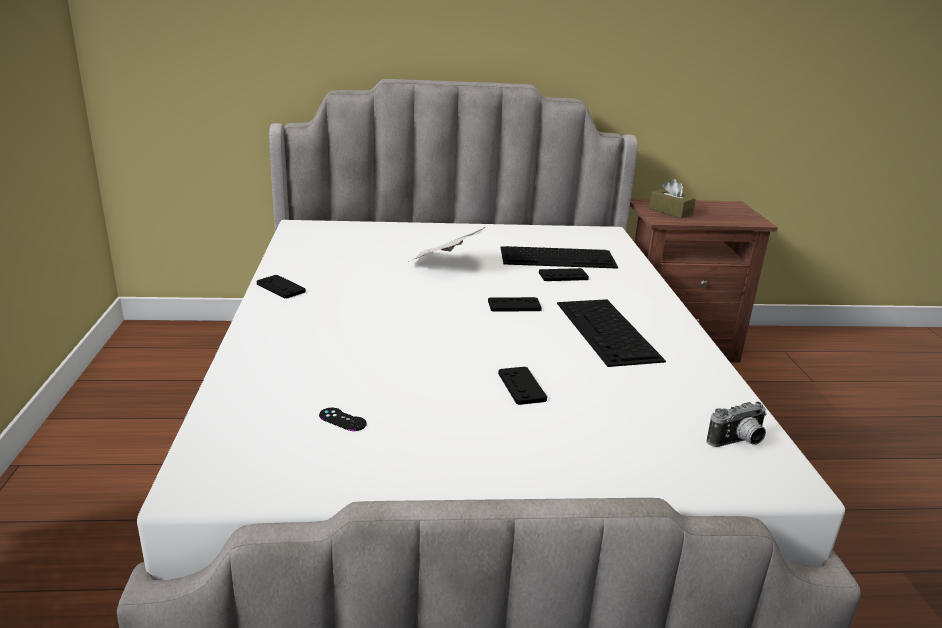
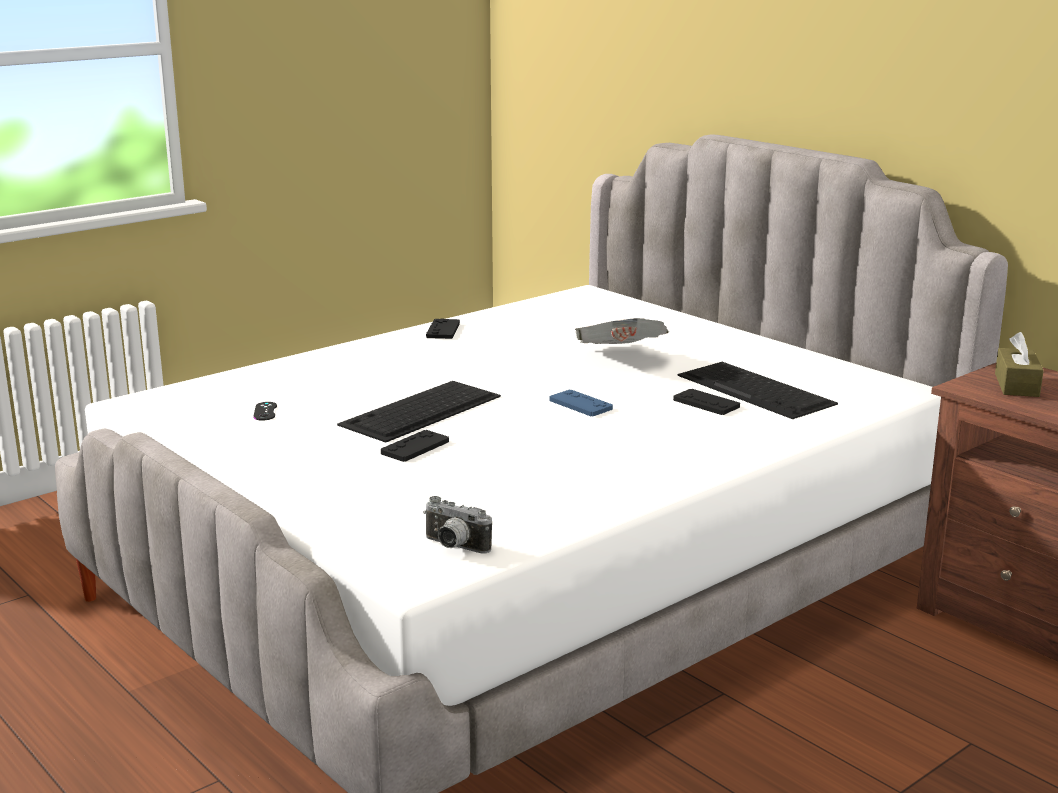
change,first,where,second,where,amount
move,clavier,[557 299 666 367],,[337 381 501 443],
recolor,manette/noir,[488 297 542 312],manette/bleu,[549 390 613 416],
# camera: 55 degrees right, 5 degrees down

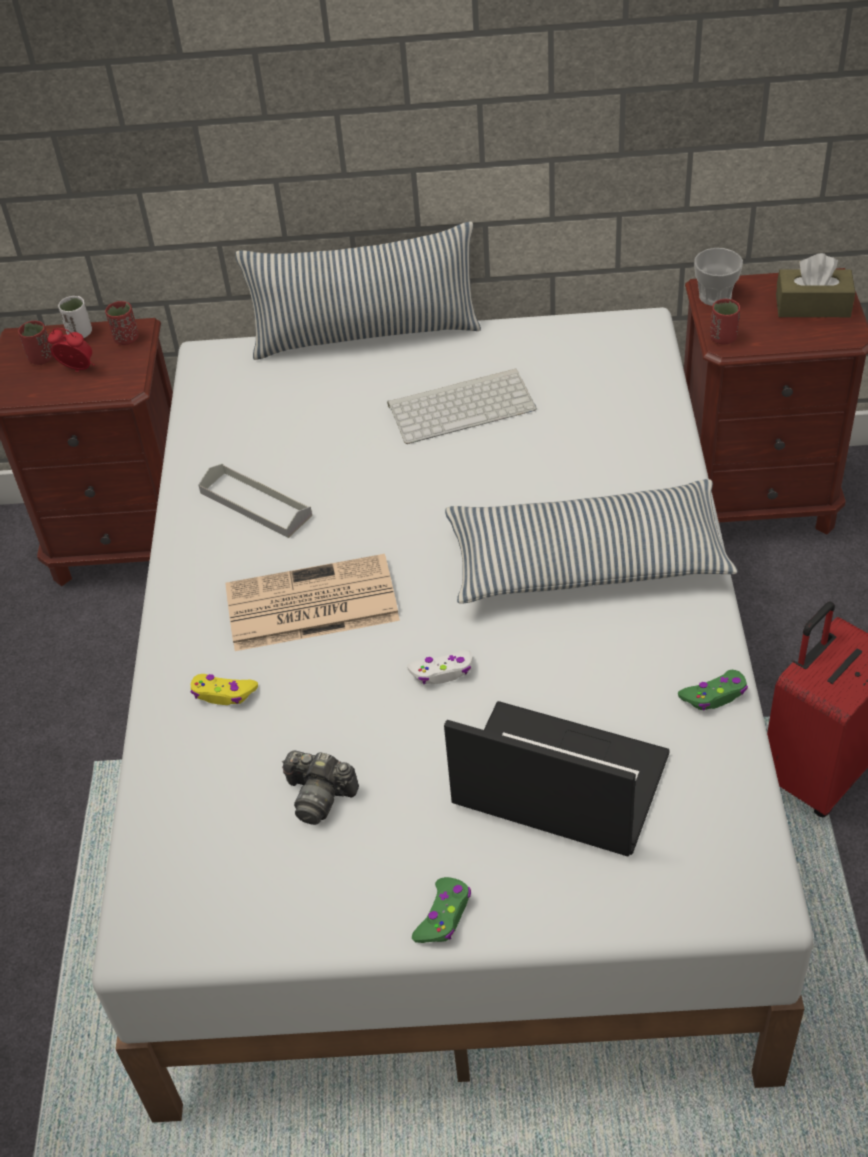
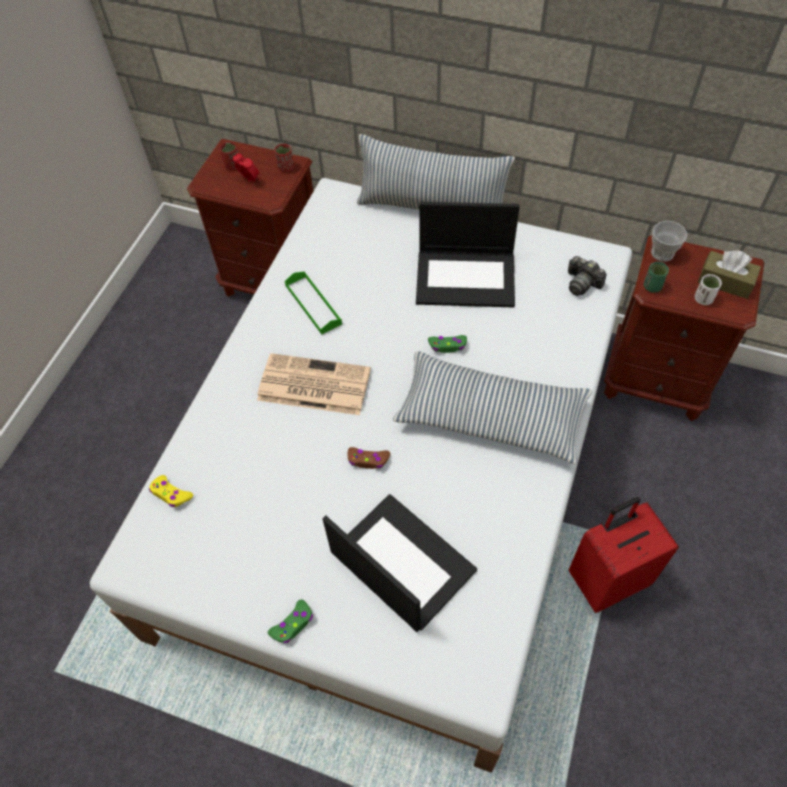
change,first,where,second,where,amount
move,manette/jaune,[191 674 258 705],,[149 475 193 507],
recolor,plateau/gris,[198 464 312 538],plateau/vert,[285 271 342 335],
recolor,manette/blanc,[407 650 473 684],manette/marron,[348 447 390 469],
replace,clavier,[387 368 537 444],ordinateur portable,[416 202 520 308],
move,manette/vert,[678 670 748 711],,[428 335 467 353],
move,appareil photo,[282 751 359 825],,[568 256 607 296],
recolor,tasse/rouge,[710 299 740 345],tasse/vert,[644 262 669 292],
move,tasse/blanc,[58 296 92 338],,[695 274 722 305],
# camera: 20 degrees right, 10 degrees up

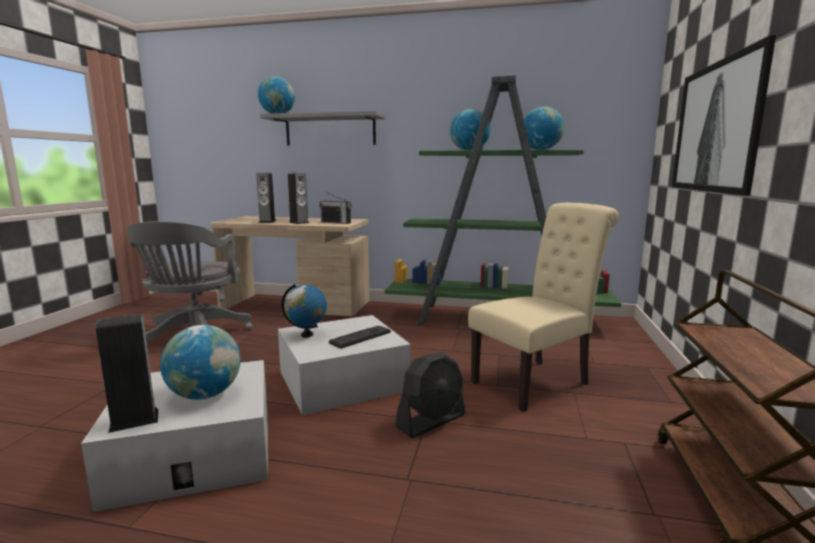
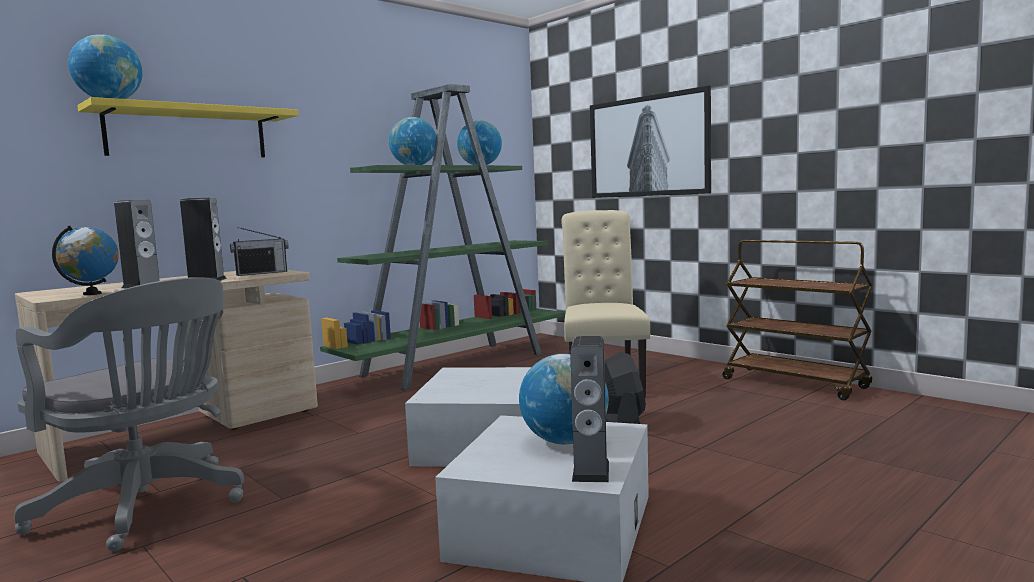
change,first,where,second,where,amount
move,globe,[282 284 327 338],,[52 226 119 295],
recolor,étagère/gris,[260 111 386 146],étagère/jaune,[77 97 298 157],
delete,clavier,[329 326 391 349],,,
# camera: 55 degrees left, 5 degrees down

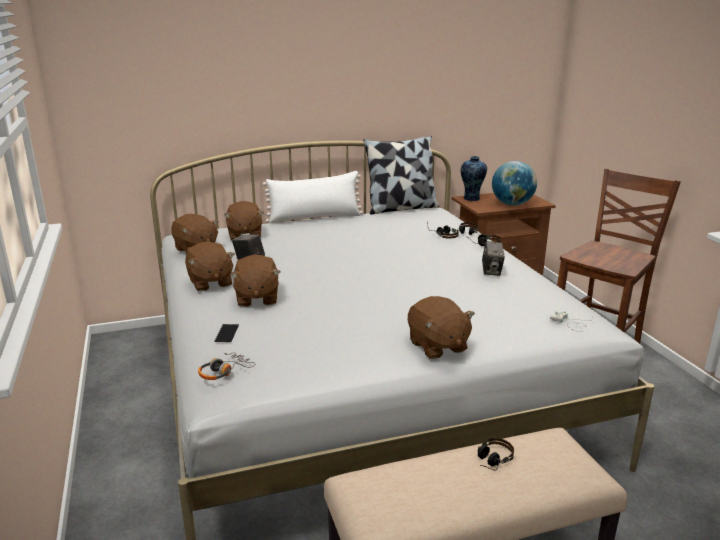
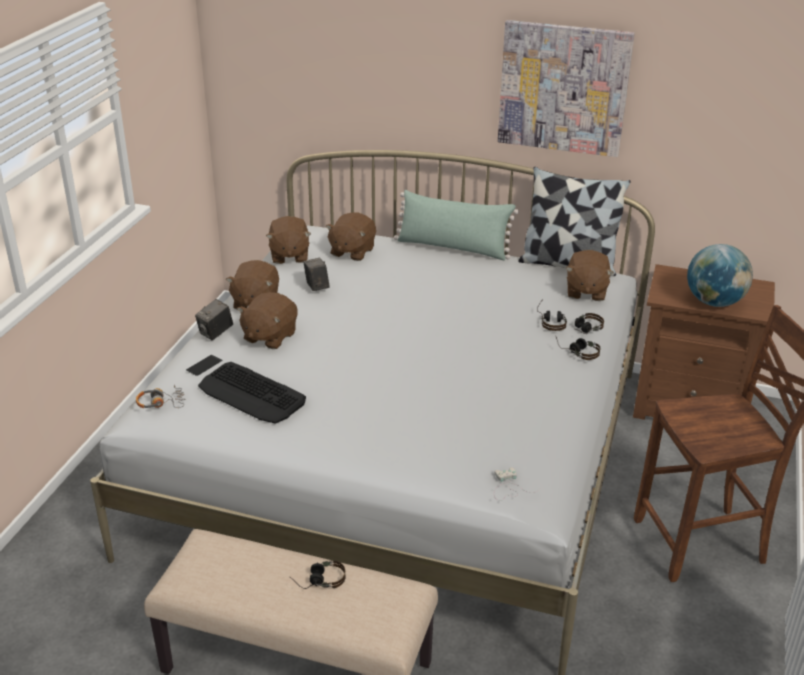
change,first,where,second,where,amount
move,appareil photo,[482 241 505 276],,[195 299 233 340],
insert,,,clavier,[198 362 306 424],
recolor,coussin/blanc,[262 171 363 223],coussin/vert,[394 190 519 260],
insert,,,tableau,[498 20 635 157],
move,peluche/marron,[408 296 475 359],,[566 250 614 301],
delete,vase,[461 156 487 201],,,
# camera: 35 degrees right, 10 degrees up

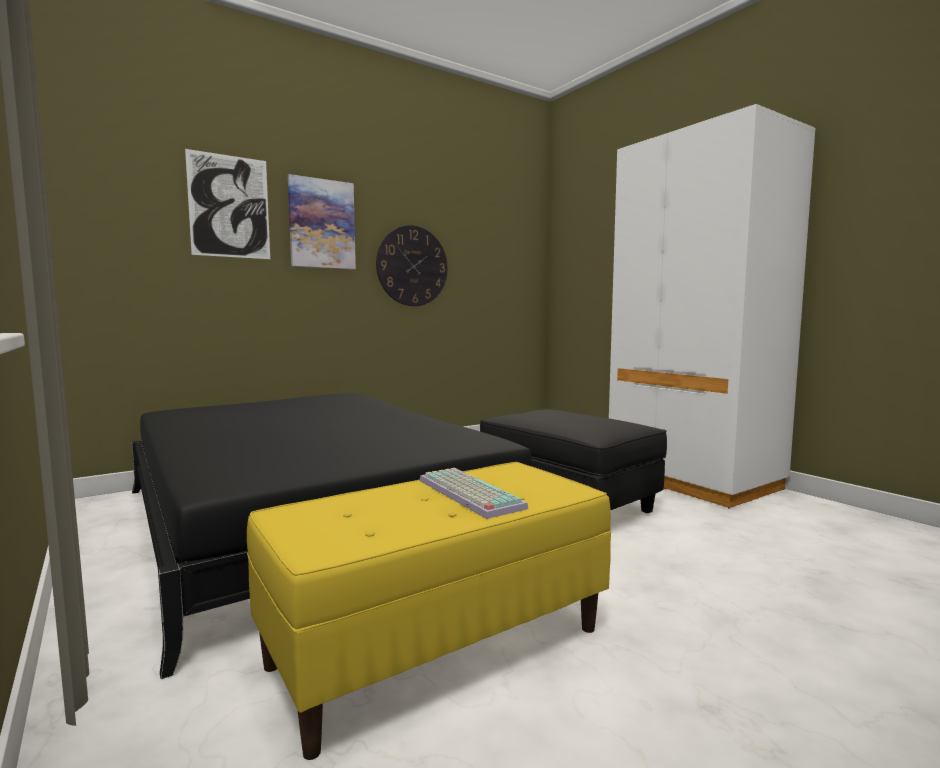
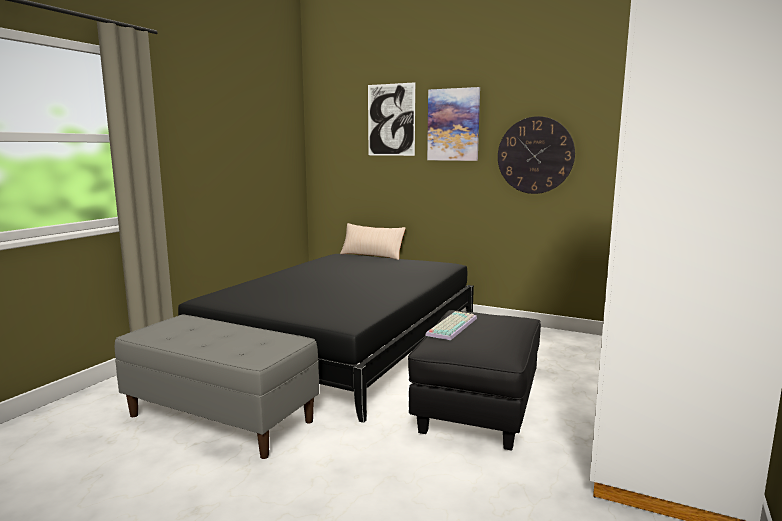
change,first,where,second,where,amount
recolor,banc/jaune,[247 462 611 760],banc/gris,[115 314 319 459],
insert,,,coussin/beige,[340 223 406 260],
move,clavier,[419 468 528 519],,[425 311 477 340],
# camera: 60 degrees right, 5 degrees up

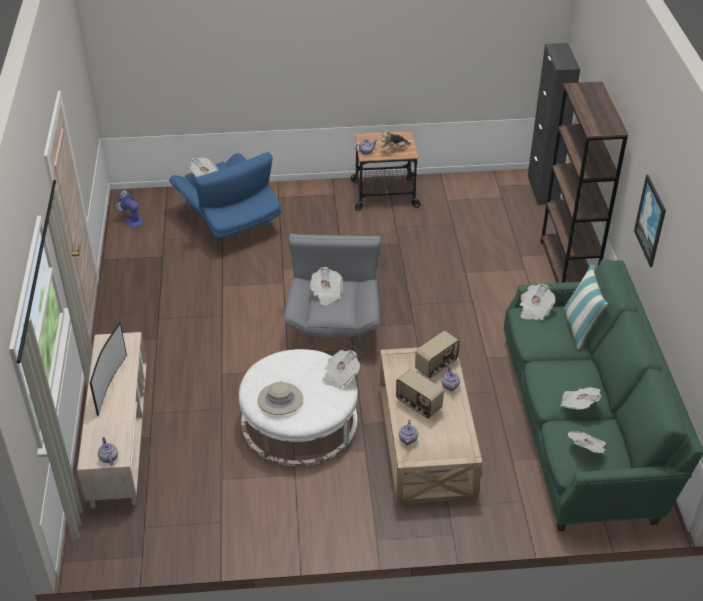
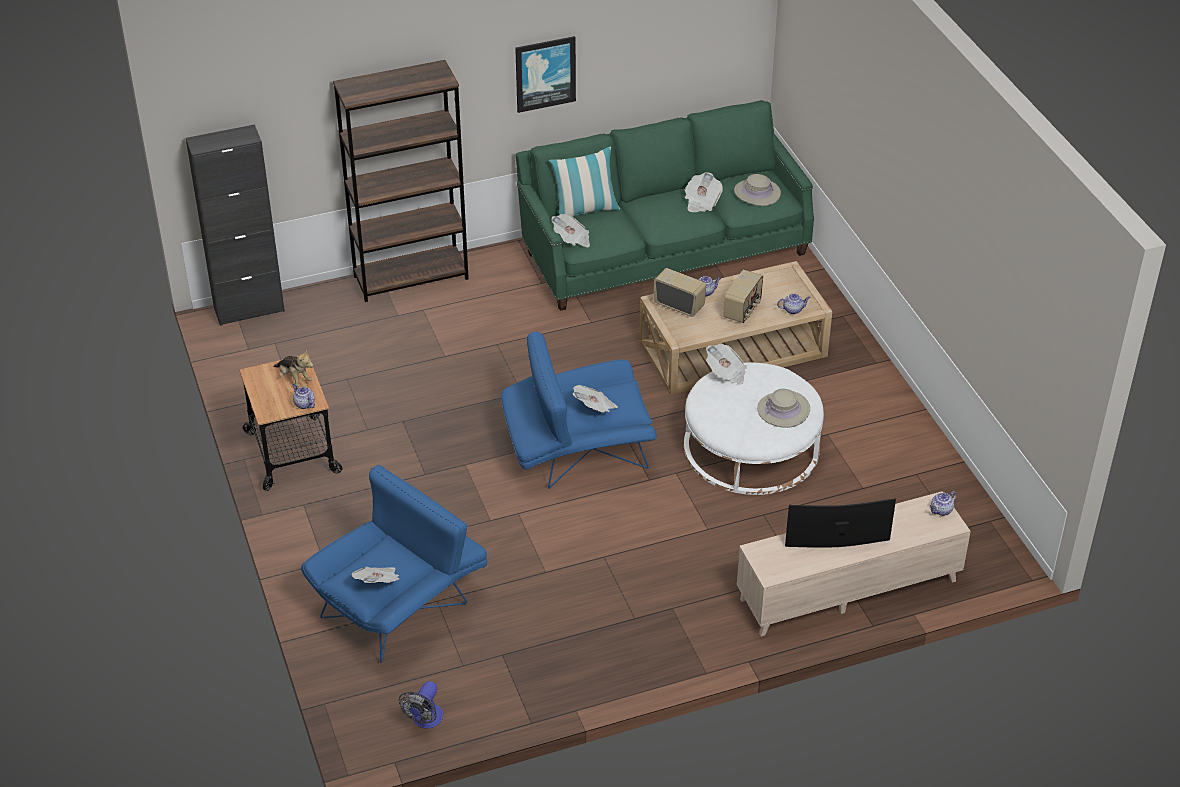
change,first,where,second,where,amount
recolor,fauteuil/gris,[283 234 381 357],fauteuil/bleu,[501 332 656 489],
replace,journal,[568 431 606 454],chapeau/beige,[734 174 781 206],
# camera: 105 degrees left, 0 degrees up

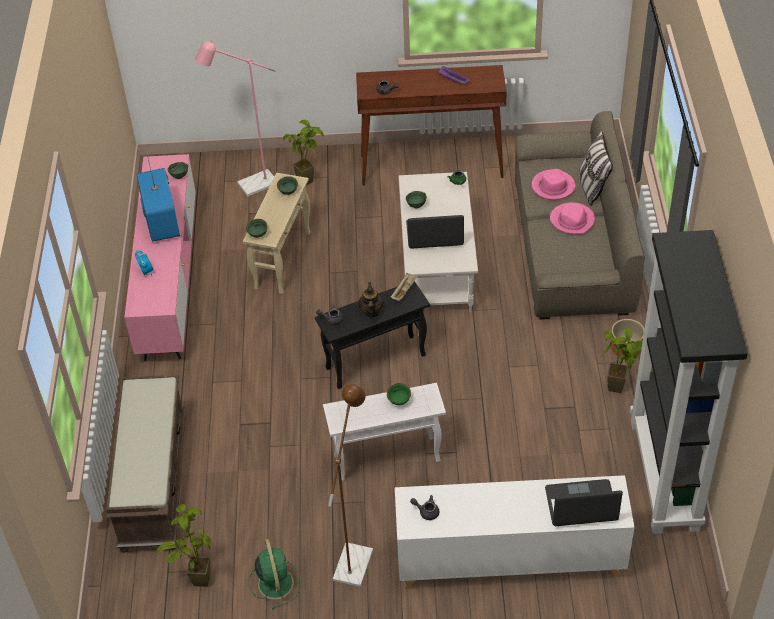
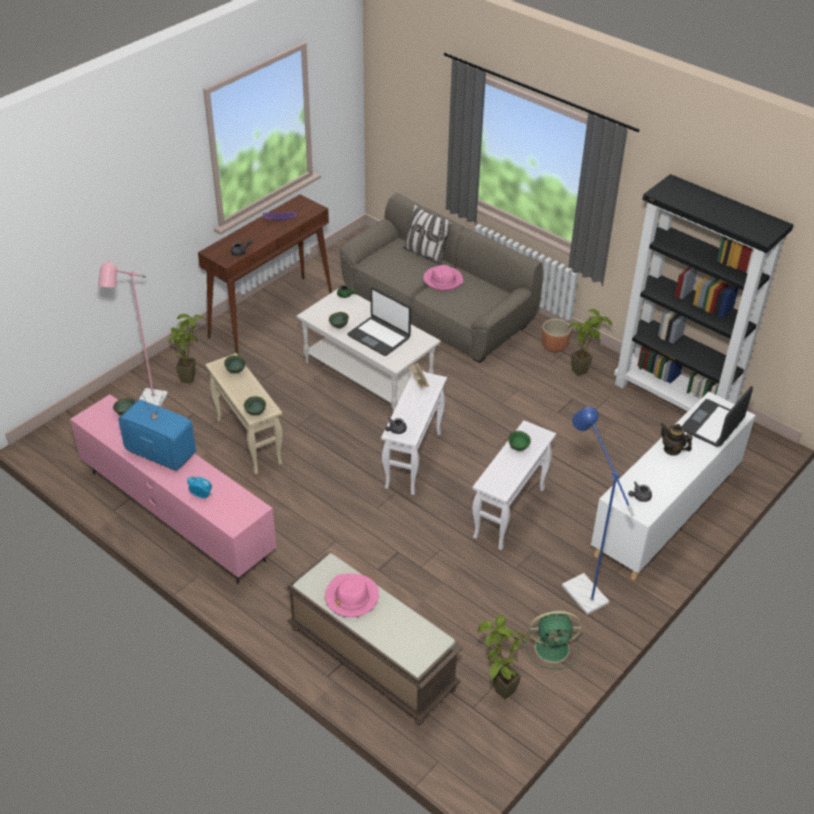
change,first,where,second,where,amount
move,chapeau/rose,[532 169 575 200],,[325 574 379 617],
rotate,ordinateur portable,[406 215 464 249],,[347 287 411 356],90 degrees counterclockwise
recolor,table d'appoint/noir,[315 281 430 389],table d'appoint/blanc,[381 372 447 495],
rotate,ventilateur/vert,[248 539 301 609],,[524 610 582 669],150 degrees clockwise
recolor,lampadaire/marron,[328 384 373 587],lampadaire/bleu,[562 406 635 615],
move,théière,[358 282 384 319],,[661 423 692 456],
# camera: 50 degrees left, 5 degrees down

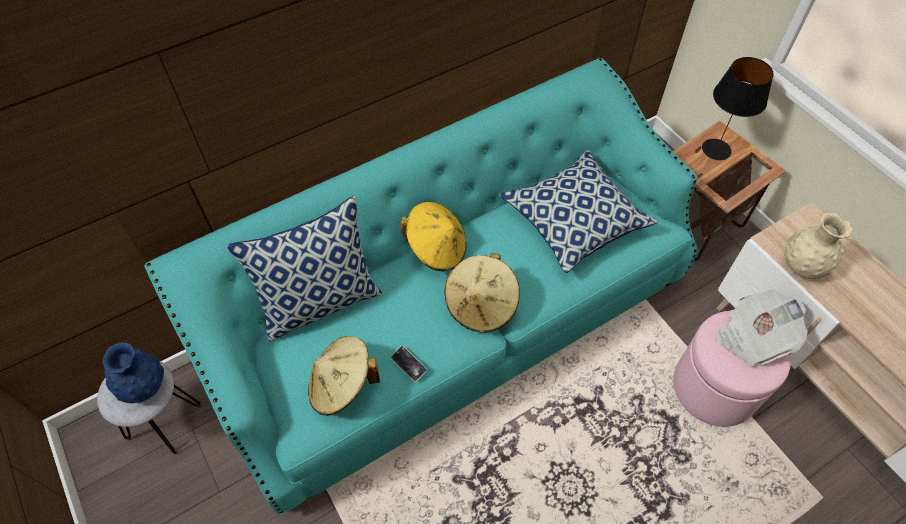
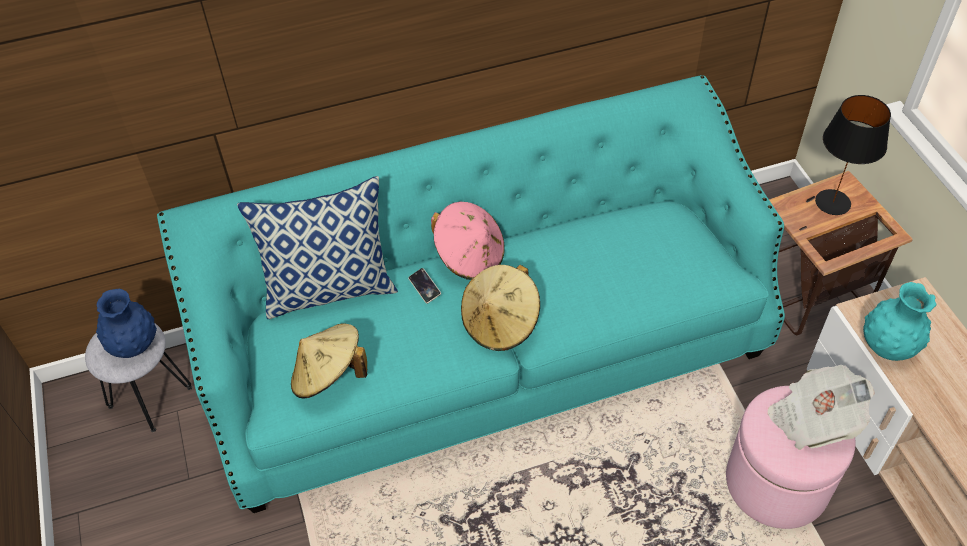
change,first,where,second,where,amount
move,téléphone,[391 346 427 382],,[408 268 441 304],
recolor,chapeau/jaune,[401 202 467 272],chapeau/rose,[431 202 505 280],
recolor,vase/beige,[784 213 853 279],vase/turquoise,[863 282 936 361],
delete,coussin,[500 150 658 273],,,
# camera: 15 degrees right, 5 degrees down

